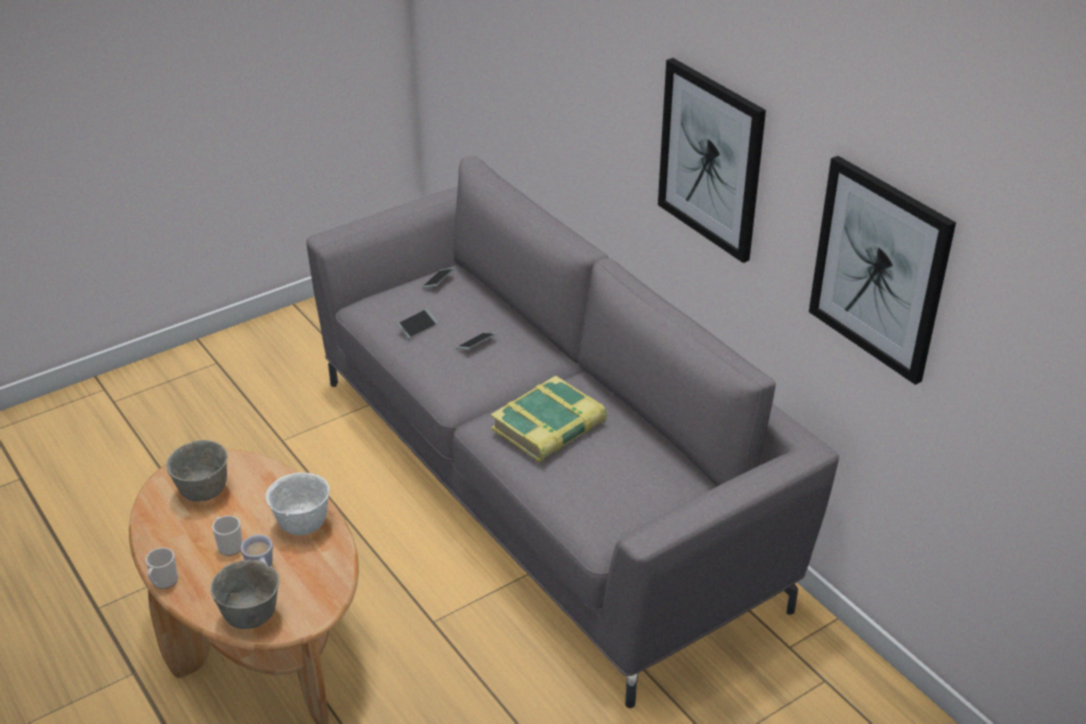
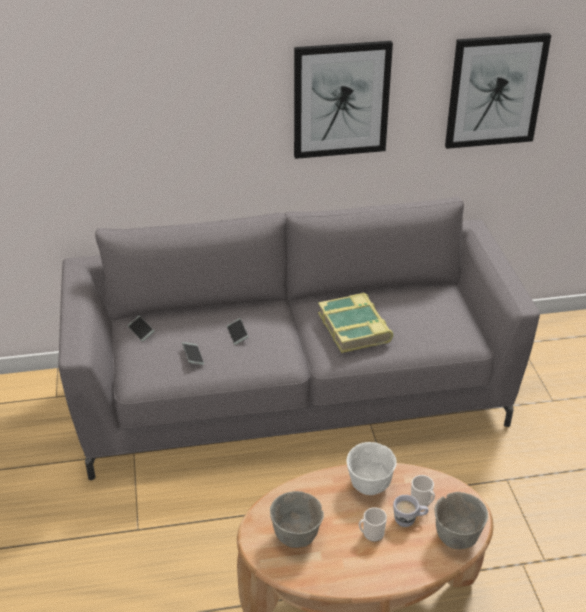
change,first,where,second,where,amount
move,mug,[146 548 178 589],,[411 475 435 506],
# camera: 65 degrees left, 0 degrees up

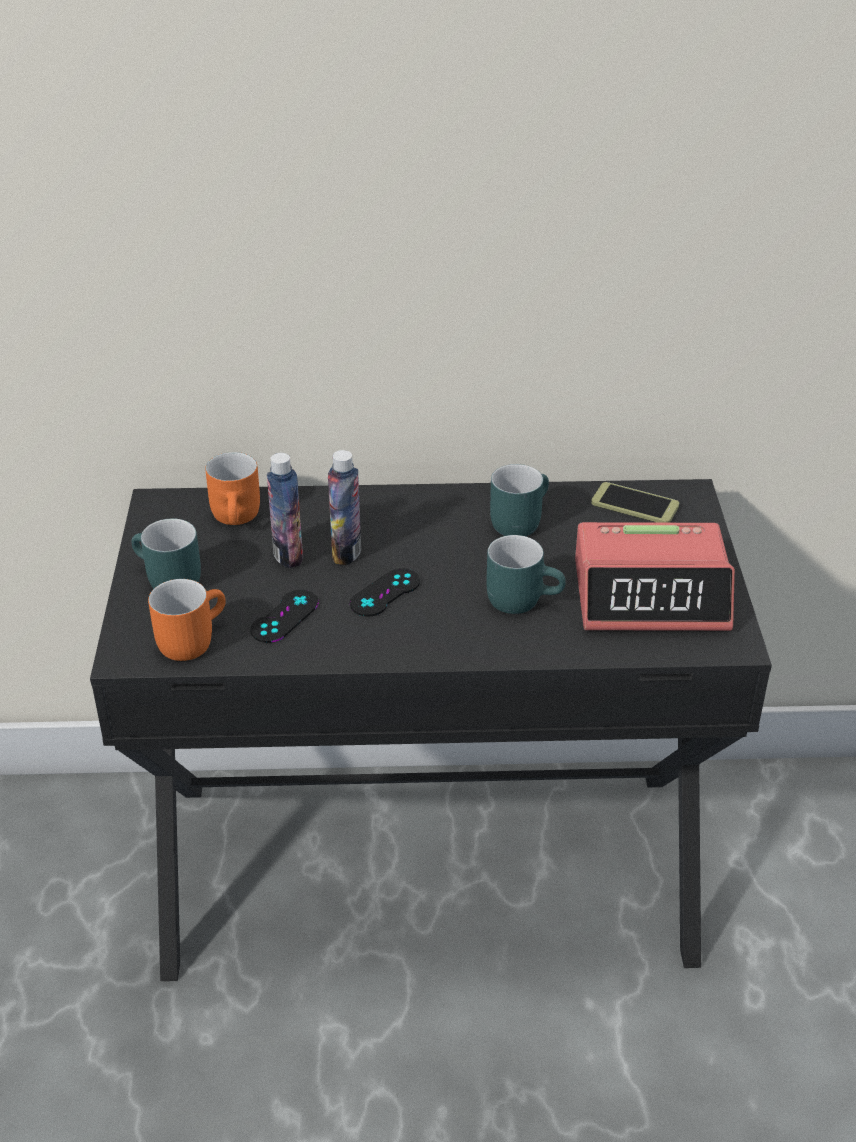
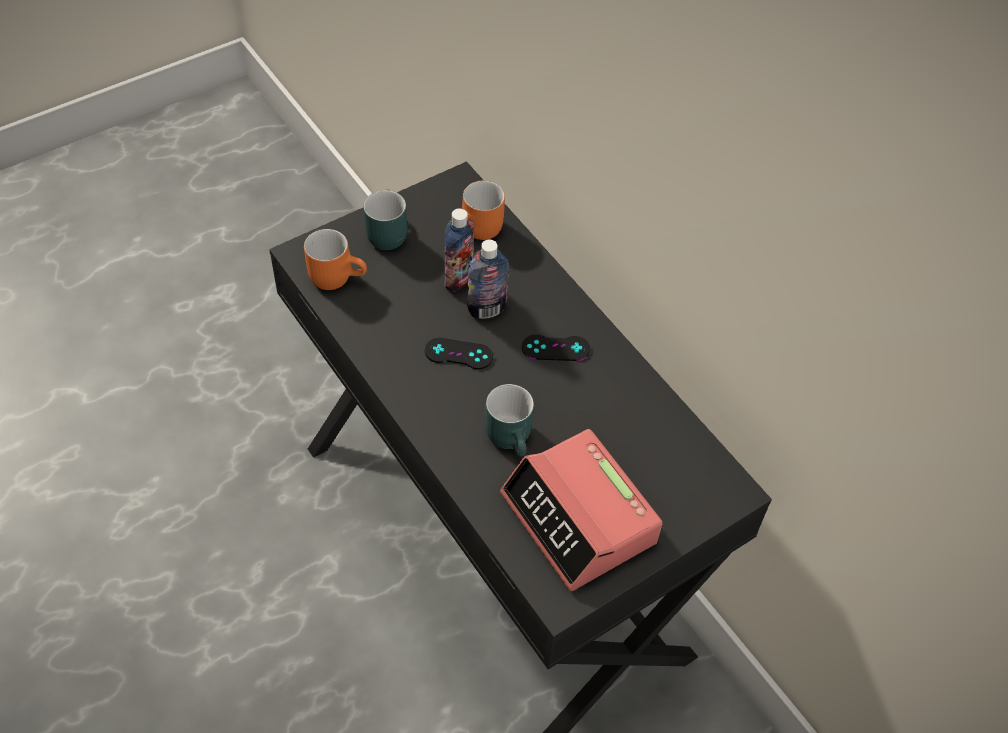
change,first,where,second,where,amount
move,manette/noir,[250 590 319 643],,[522 335 590 361],
delete,mug/turquoise,[490 464 549 536],,,
delete,téléphone,[591 482 679 523],,,
# camera: 55 degrees right, 15 degrees up

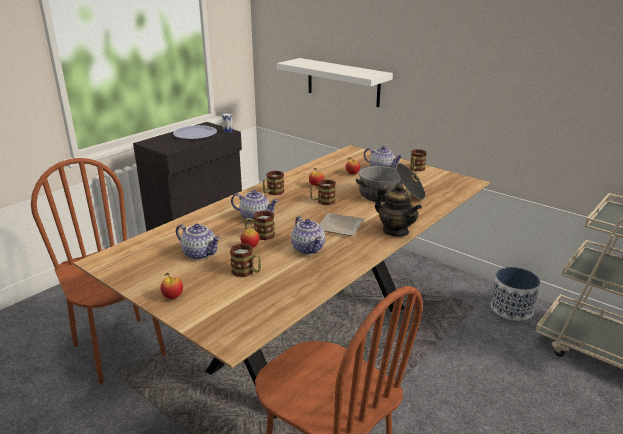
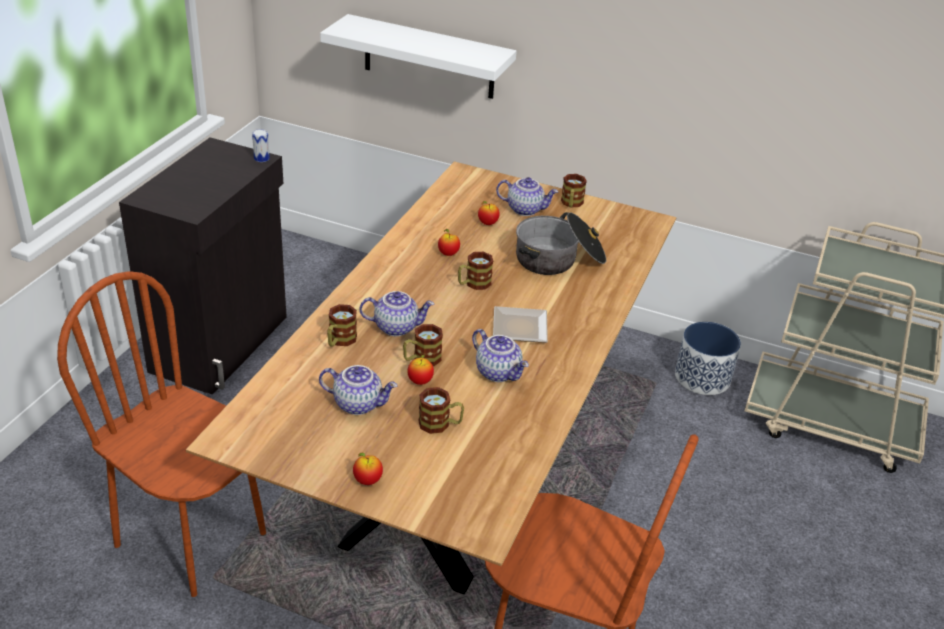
change,first,where,second,where,amount
move,mug,[263 171 285 195],,[327 304 357 347],
delete,assiette,[173 125 217 139],,,
delete,théière,[375 183 422 237],,,
# camera: 20 degrees left, 10 degrees up

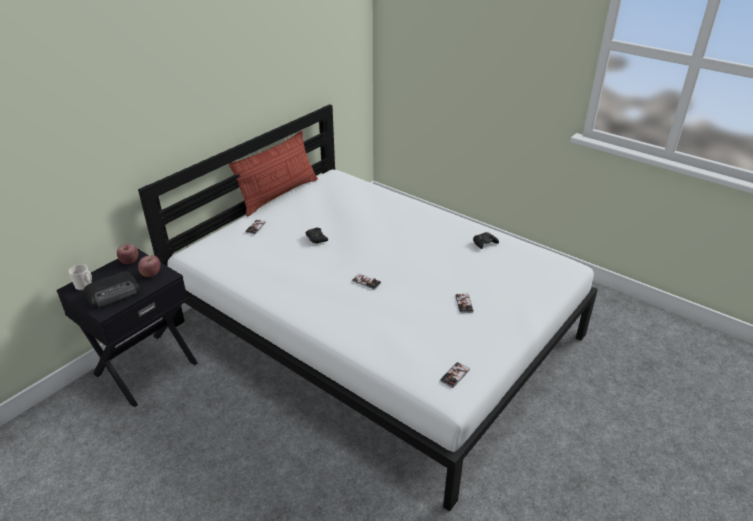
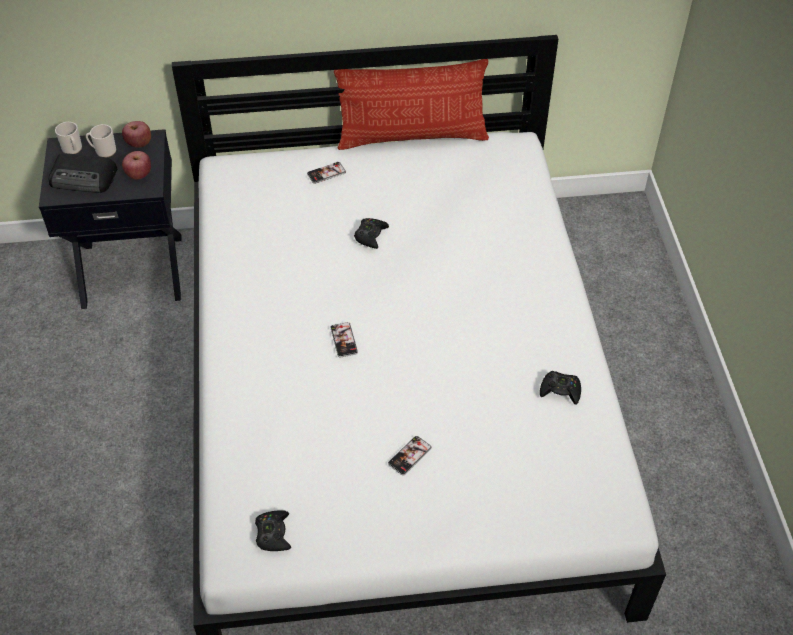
change,first,where,second,where,amount
insert,,,mug,[86 124 116 158],
replace,téléphone,[440 362 470 388],manette/noir,[255 510 291 551],
# camera: 45 degrees right, 15 degrees up

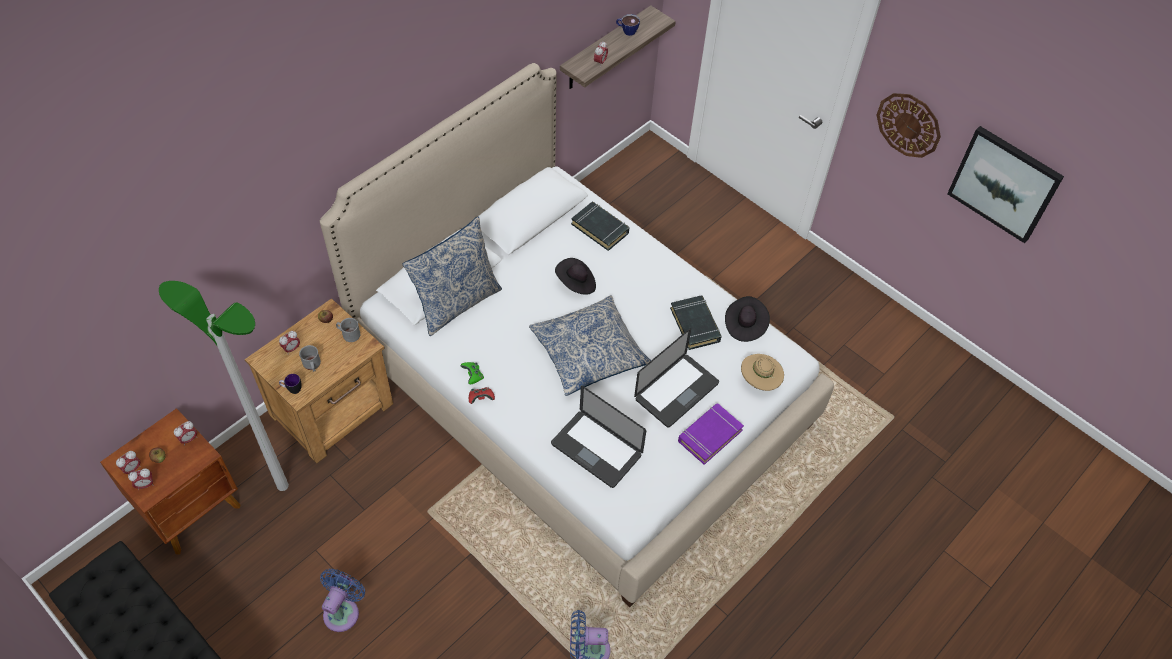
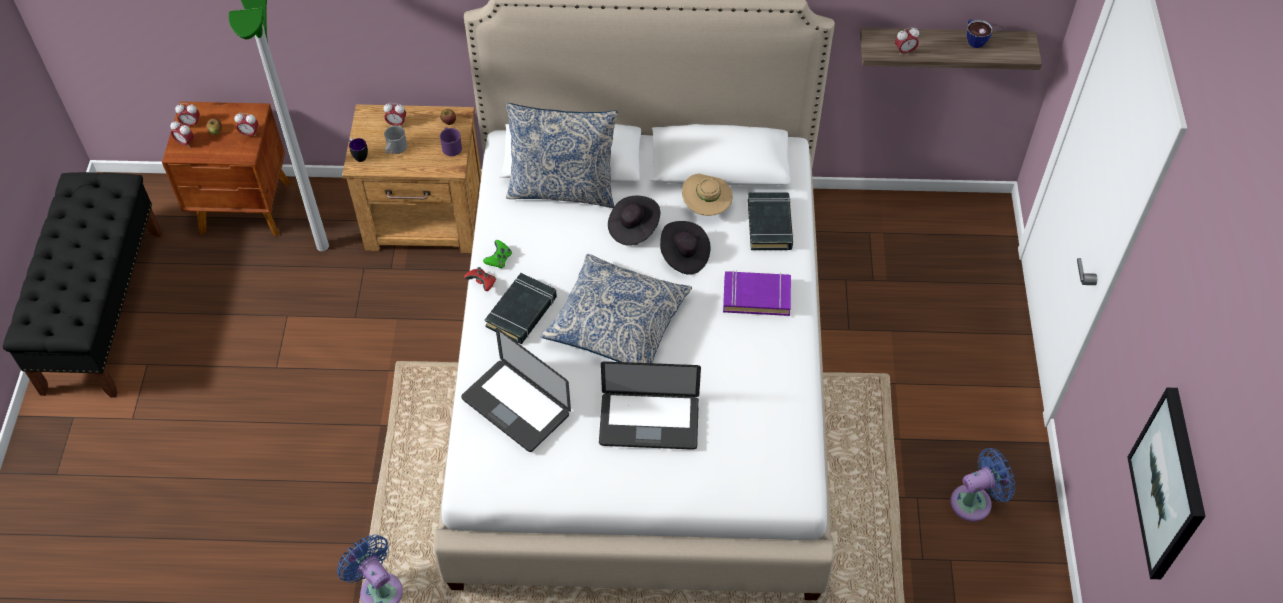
change,first,where,second,where,amount
recolor,mug/gris,[336 318 360 342],mug/violet,[440 127 462 156],
rotate,ordinateur portable,[551 386 646 488],,[461 328 571 452],45 degrees counterclockwise
move,livre/noir,[670 295 722 350],,[485 273 557 344],
move,chapeau/noir,[725 296 770 342],,[608 196 660 246],
move,chapeau/beige,[741 354 784 391],,[682 174 733 216],
move,livre/violet,[678 403 744 465],,[723 270 791 316],
move,ventilateur/bleu,[320 569 365 632],,[950 448 1015 522],
delete,horloge murale,[876 93 941 158],,,
# camera: 50 degrees right, 0 degrees up

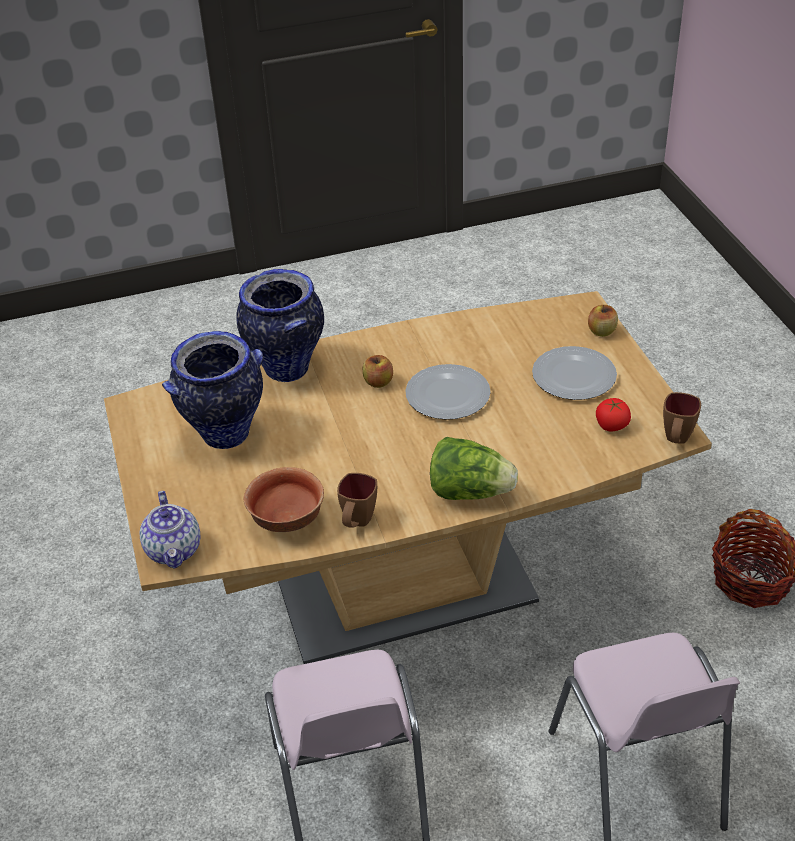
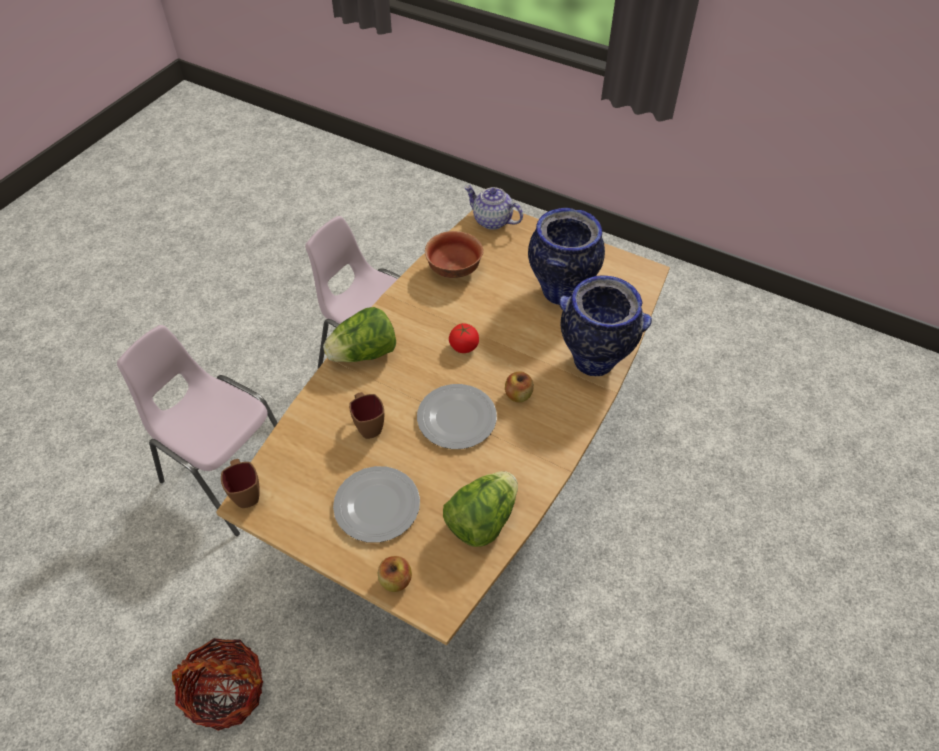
change,first,where,second,where,amount
move,mug/marron,[337 473 377 528],,[349 392 384 439],
insert,,,laitue,[443 471 518 547],
move,tomate,[596 398 631 431],,[449 323 479 353],
# camera: 135 degrees right, 10 degrees up

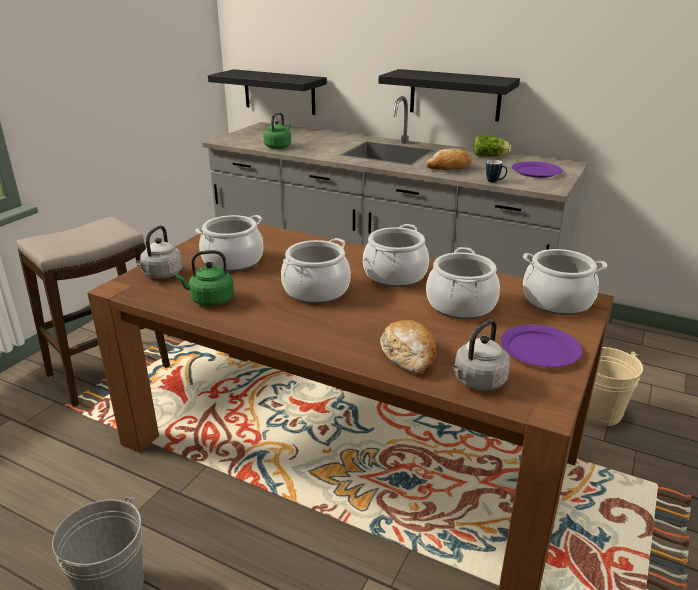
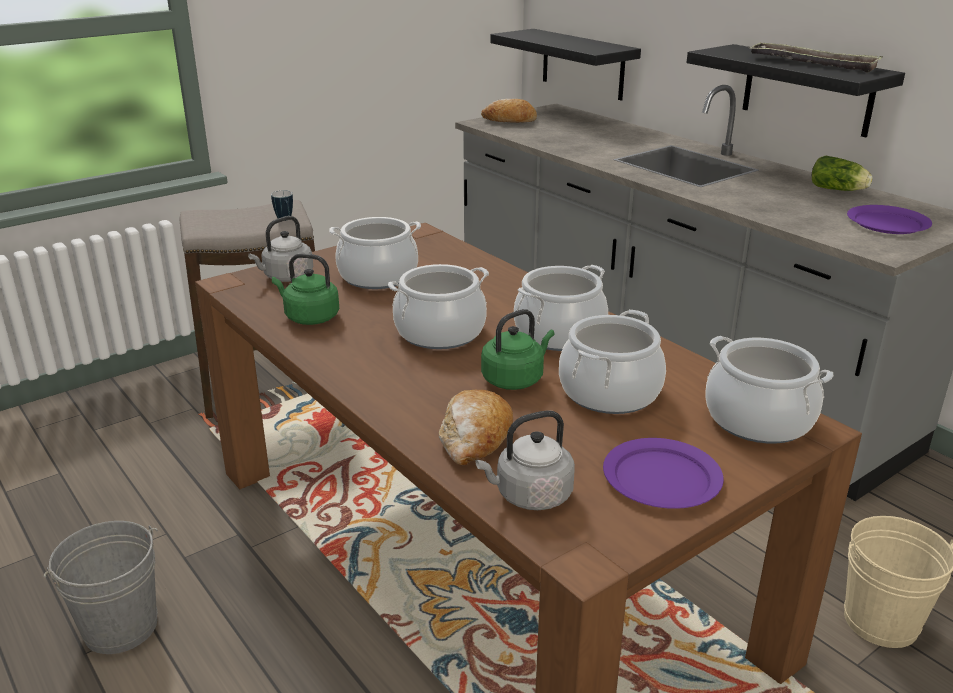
change,first,where,second,where,amount
move,mug,[486 160 507 183],,[271 190 293 221],
move,pain,[426 148 472 170],,[481 99 537 123],
move,bouilloire/vert,[263 112 291 149],,[481 309 554 390],
insert,,,plateau,[750 42 883 72],
# camera: 25 degrees right, 0 degrees up

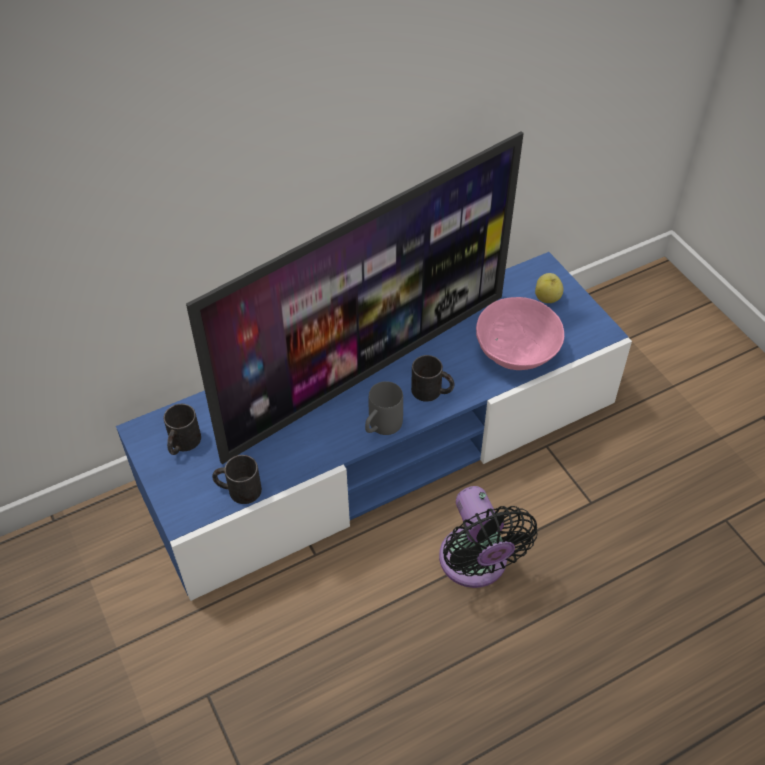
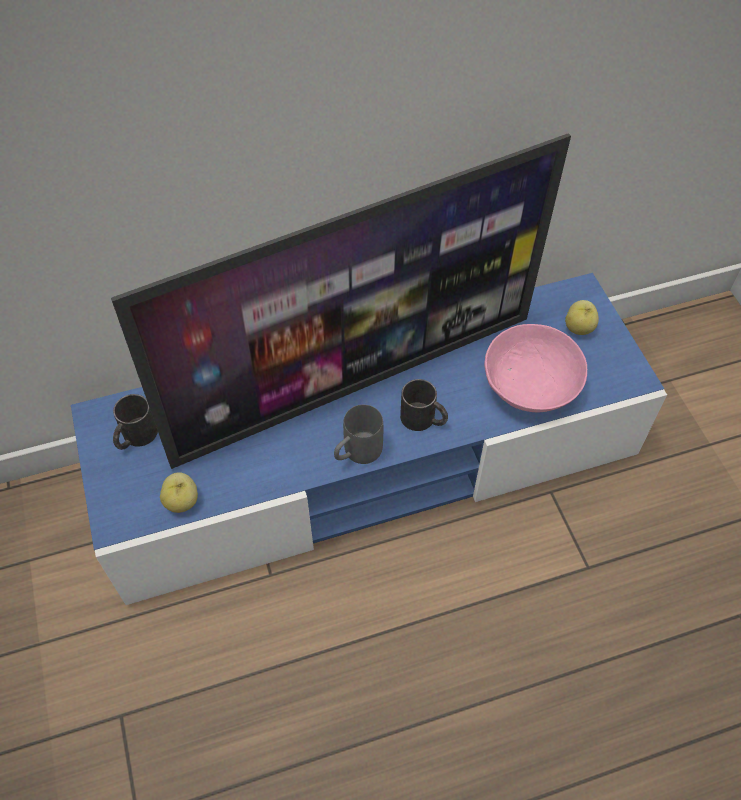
change,first,where,second,where,amount
replace,mug/noir,[212 455 262 504],pomme,[160 472 198 513],
delete,ventilateur/noir,[439 486 538 588],,,
# camera: 10 degrees right, 5 degrees up

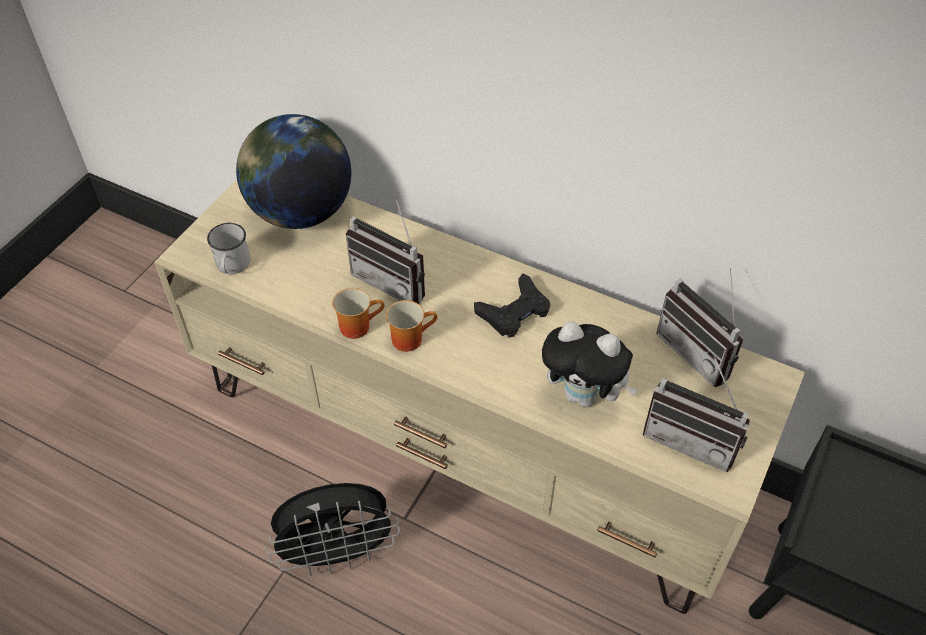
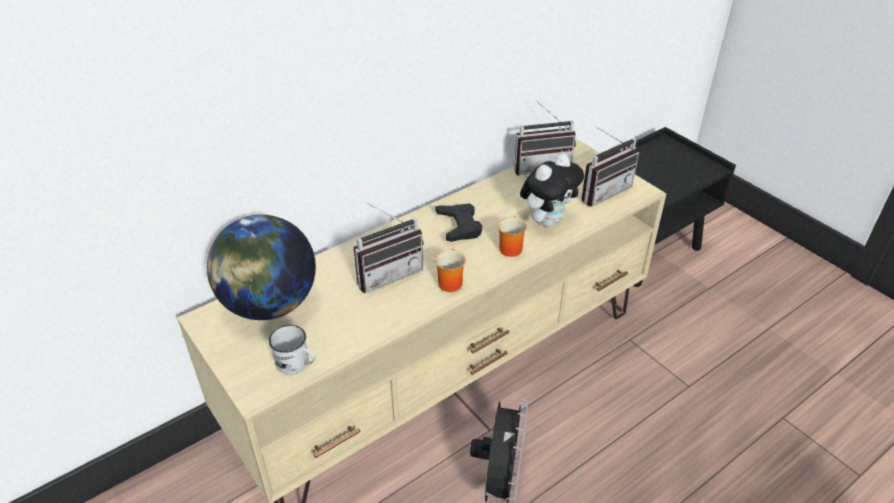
change,first,where,second,where,amount
move,mug,[332 288 384 339],,[498 216 527 257],
# camera: 65 degrees left, 10 degrees down

